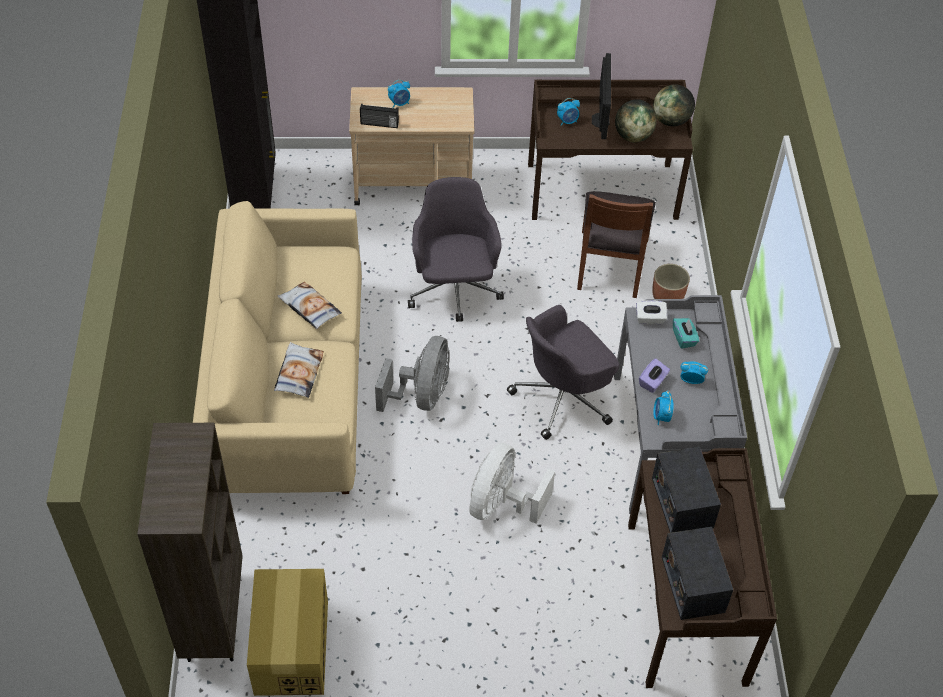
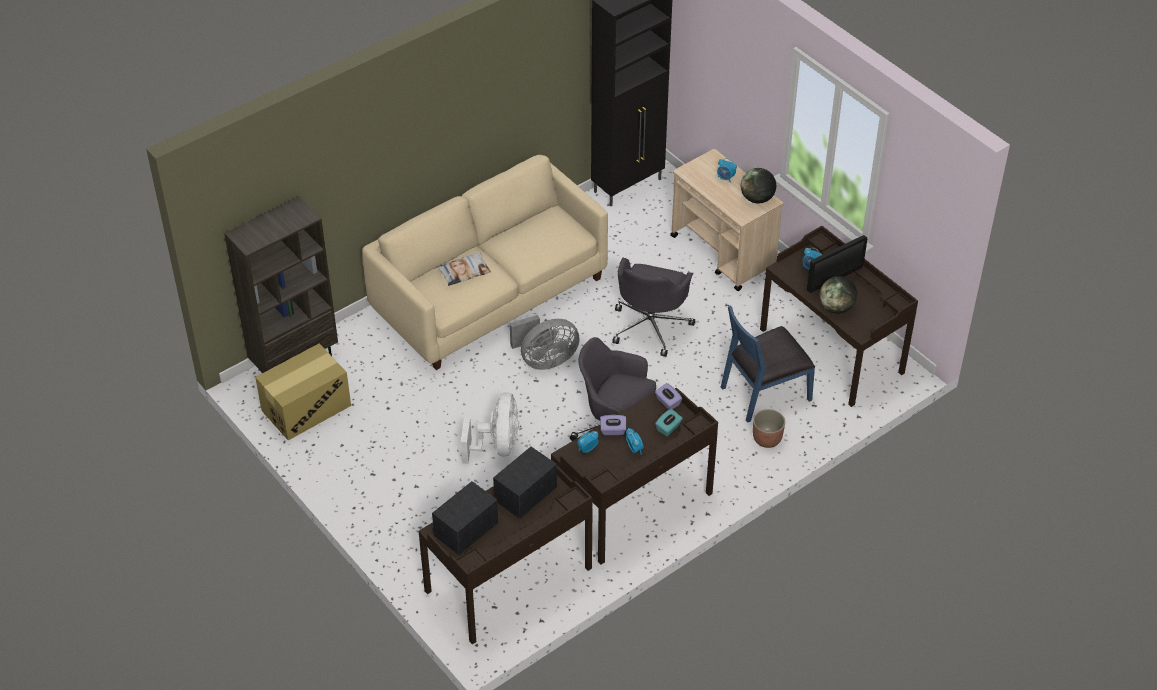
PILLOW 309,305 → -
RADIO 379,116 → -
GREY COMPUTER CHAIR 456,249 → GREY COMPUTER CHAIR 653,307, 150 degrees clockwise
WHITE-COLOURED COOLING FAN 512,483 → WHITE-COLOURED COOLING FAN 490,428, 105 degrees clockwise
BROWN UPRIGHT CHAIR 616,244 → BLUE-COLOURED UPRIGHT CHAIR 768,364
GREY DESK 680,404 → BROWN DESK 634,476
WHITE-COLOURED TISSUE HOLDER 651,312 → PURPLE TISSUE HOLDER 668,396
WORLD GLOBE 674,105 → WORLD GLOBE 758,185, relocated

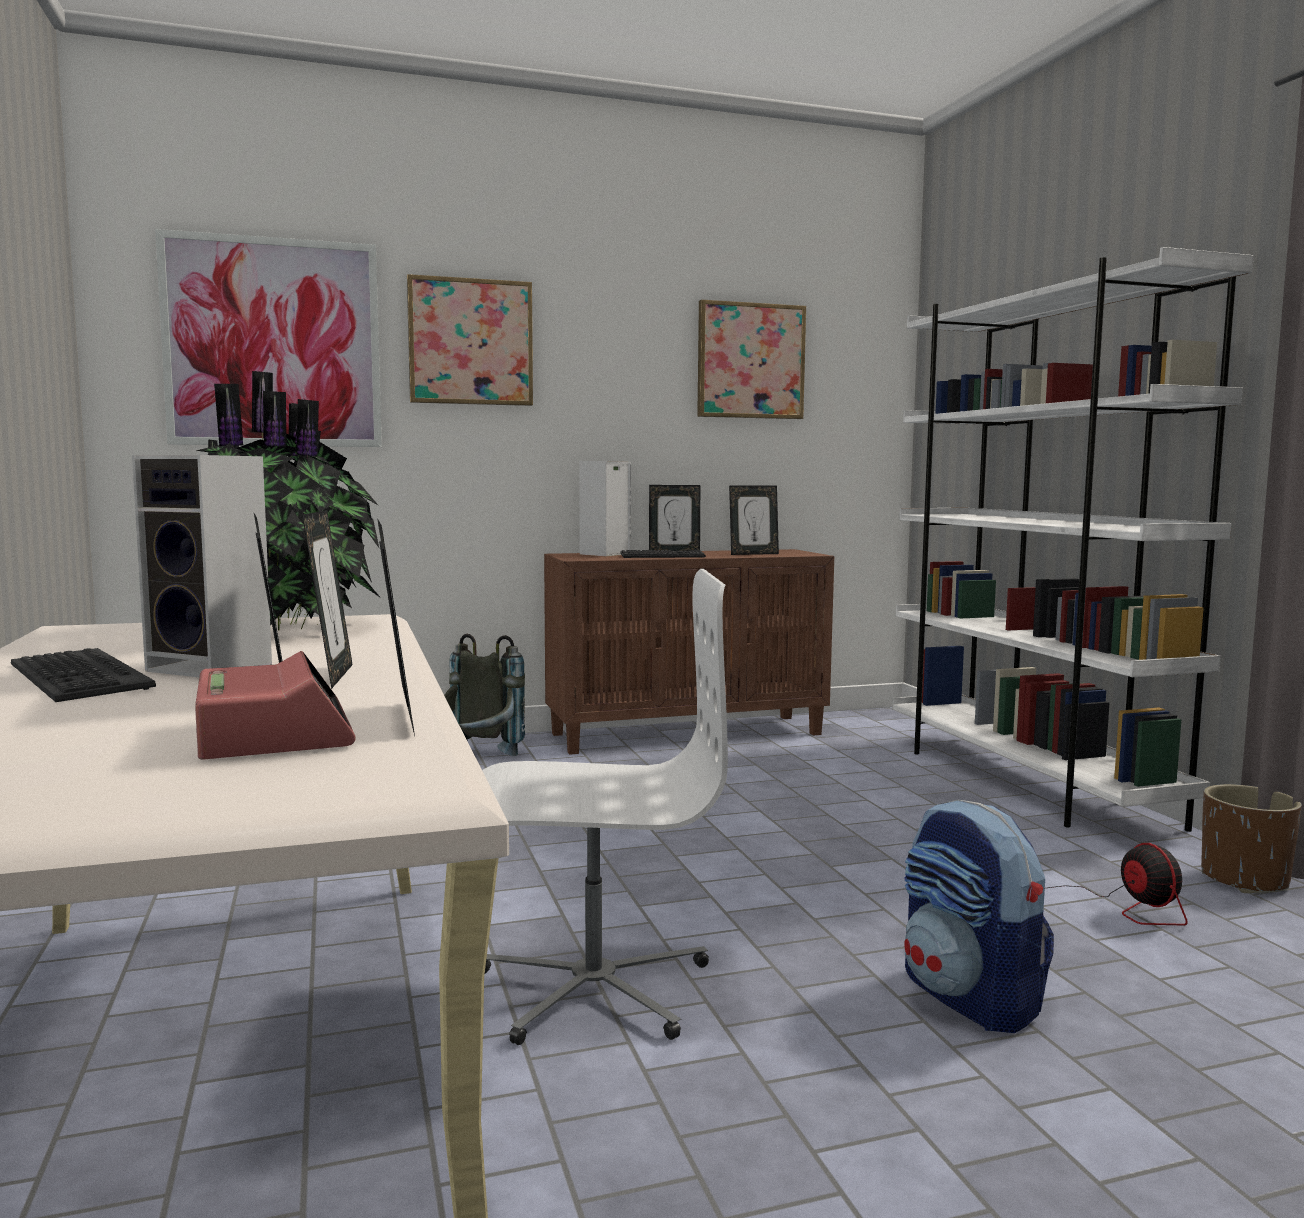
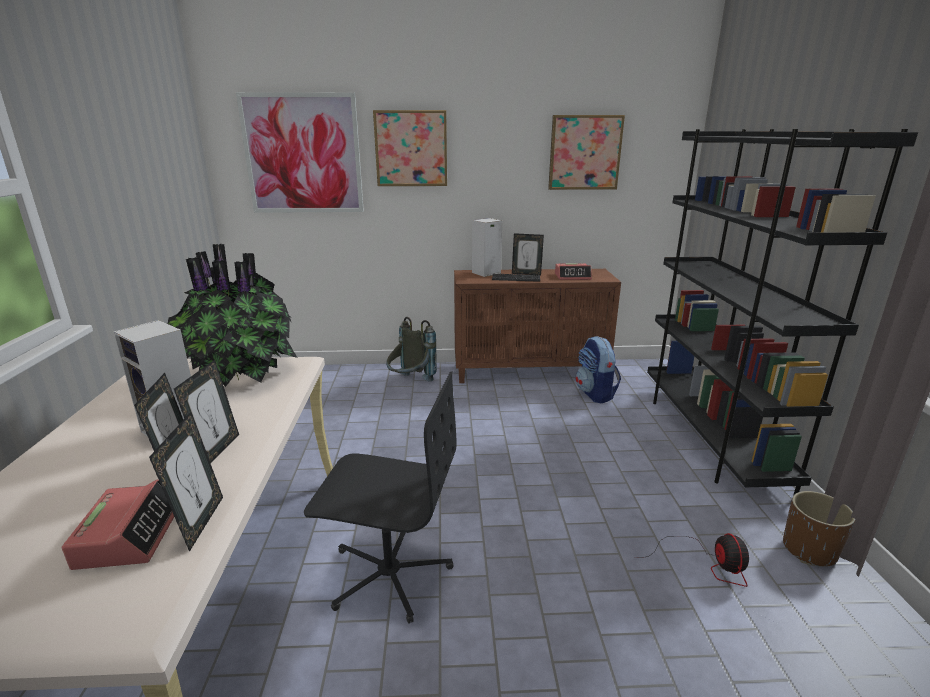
COMPUTER KEYBOARD 83,675 → -
WHITE-COLOURED COMPUTER CHAIR 605,807 → BLACKISH COMPUTER CHAIR 380,497
PICTURE FRAME 754,520 → ALARM CLOCK 573,271
WHITE-COLOURED BOOKCASE 1073,539 → BLACKISH BOOKCASE 782,311
BACKPACK 979,916 → BACKPACK 598,369, relocated

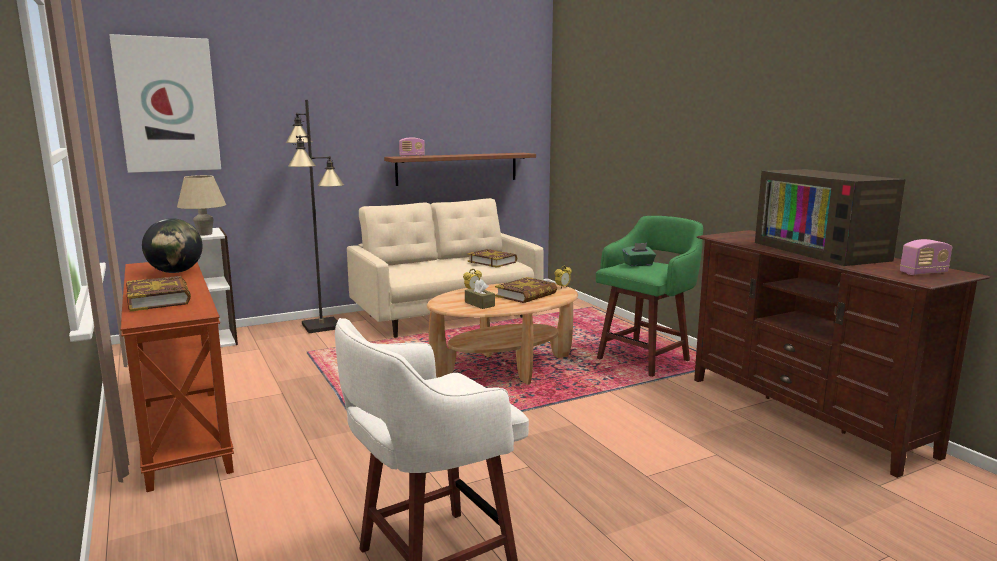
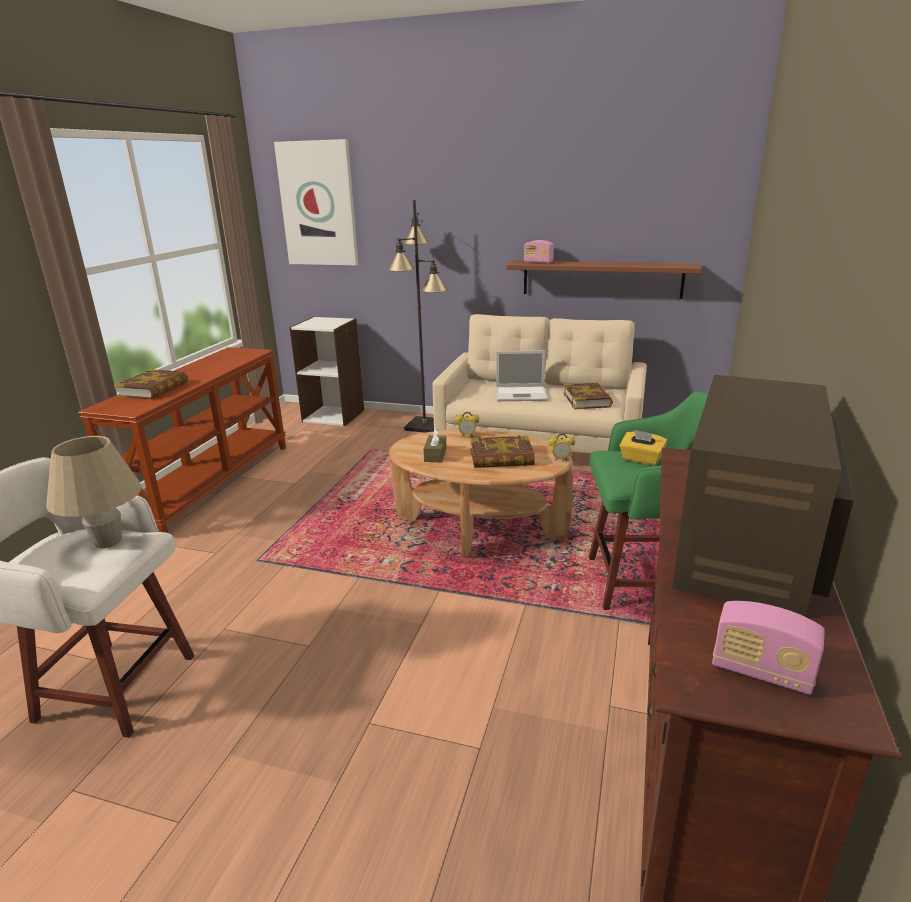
WORLD GLOBE 172,245 → -
BEIGE-COLOURED LAMP FOR A TABLE 201,205 → BEIGE-COLOURED LAMP FOR A TABLE 94,492, relocated
GREENISH TISSUE HOLDER 639,254 → YELLOW TISSUE HOLDER 643,447
- → NOTEBOOK COMPUTER 522,376

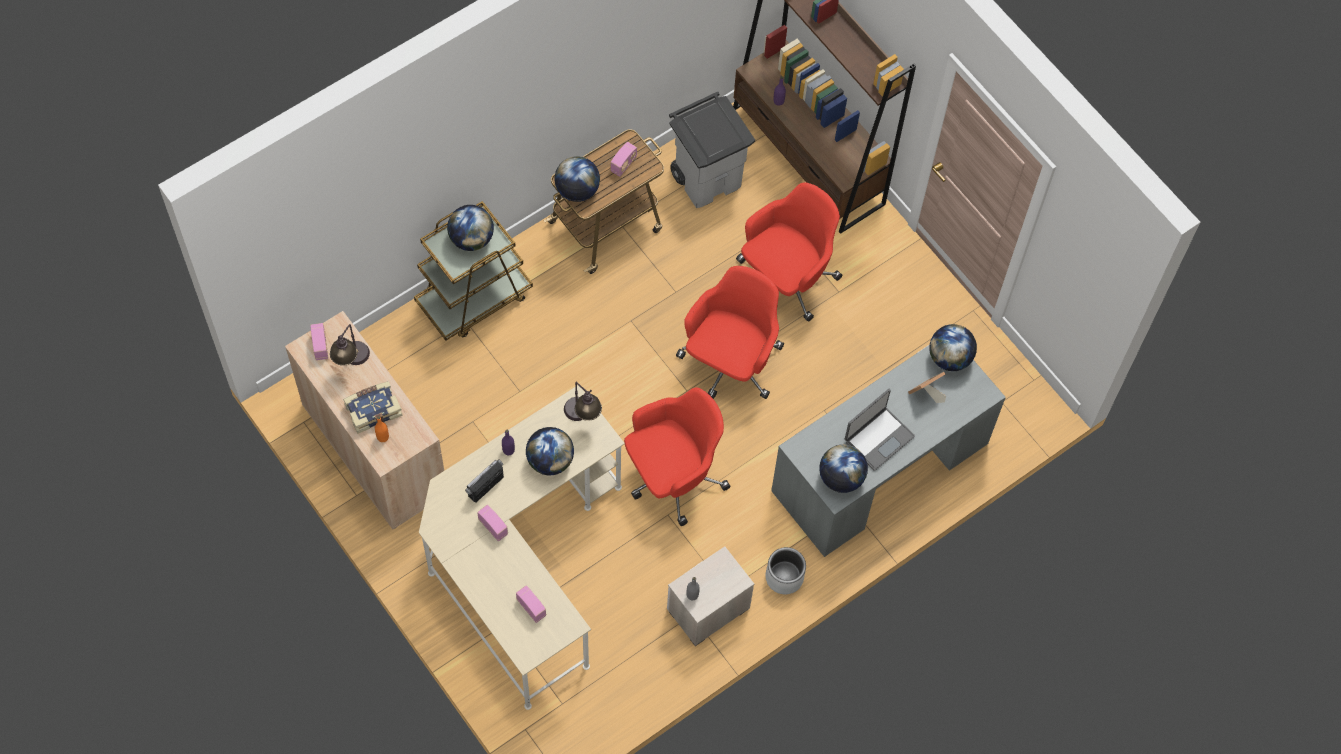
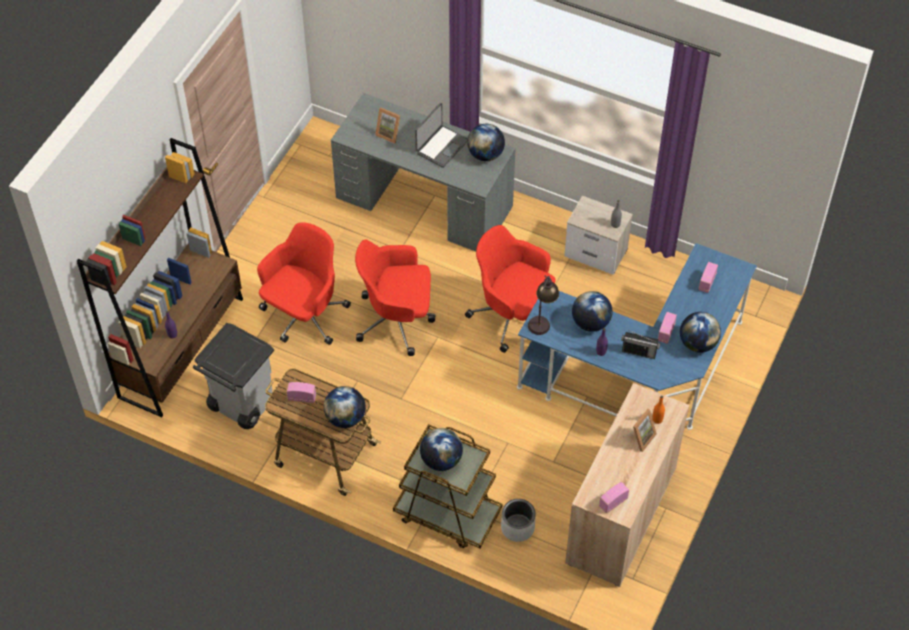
LAMP FOR A TABLE 350,345 → -
BOUND BOOK 373,407 → PICTURE FRAME 640,430
BEIGE-COLOURED DESK 522,547 → BLUE-COLOURED DESK 637,336
RED-COLOURED COMPUTER CHAIR 789,252 → RED-COLOURED COMPUTER CHAIR 304,283, 105 degrees clockwise
GREY PLANT POT 786,570 → GREY PLANT POT 518,520, relocated
NOTEBOOK COMPUTER 880,430 → NOTEBOOK COMPUTER 441,135, 105 degrees clockwise
WORLD GLOBE 953,347 → WORLD GLOBE 700,332, relocated

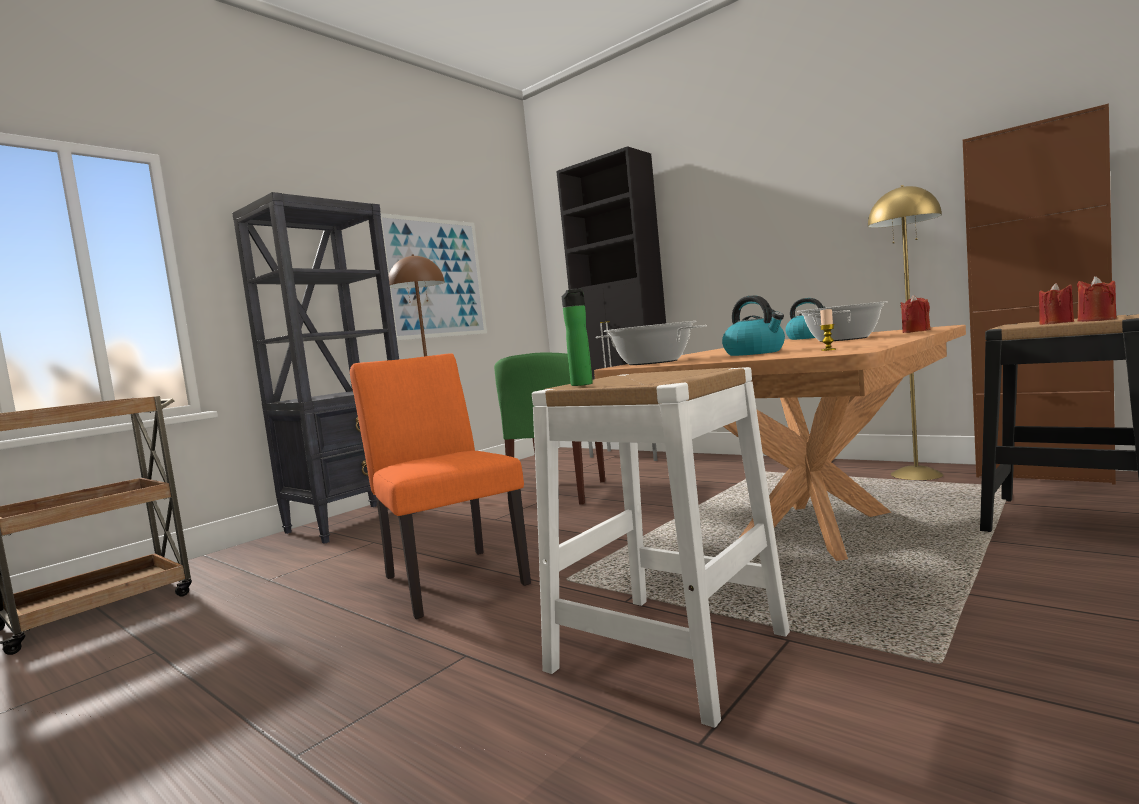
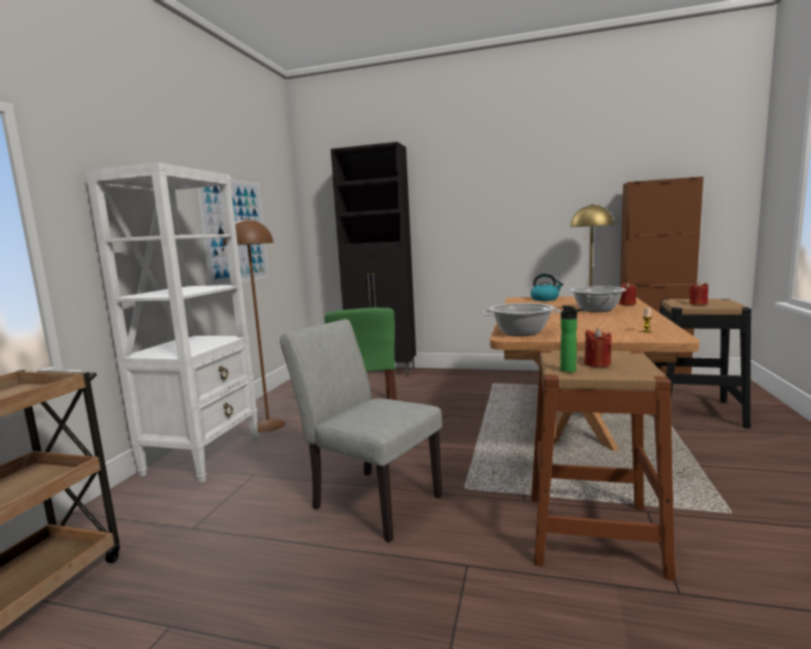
BLACKISH BOOKCASE 324,368 → WHITE-COLOURED BOOKCASE 172,322
ORANGE-COLOURED UPRIGHT CHAIR 440,486 → GREY UPRIGHT CHAIR 361,431
WHITE-COLOURED STOOL 661,547 → BROWN STOOL 603,465
TEA KETTLE 753,325 → -
RED-COLOURED CANDLE 1096,299 → RED-COLOURED CANDLE 598,347, relocated

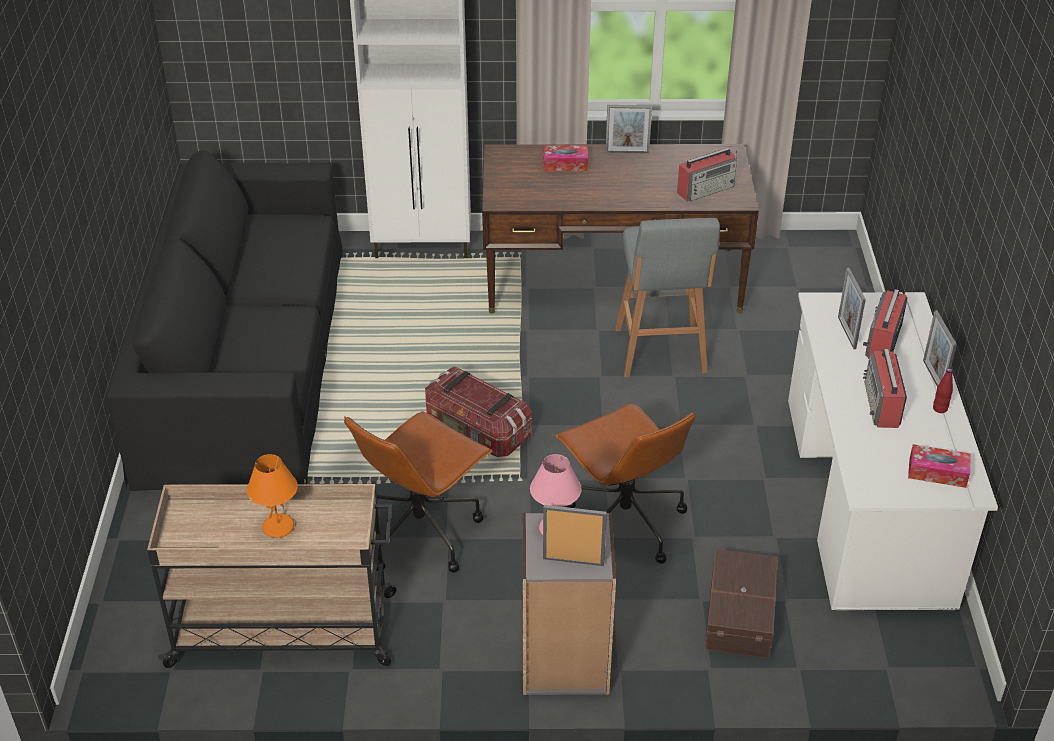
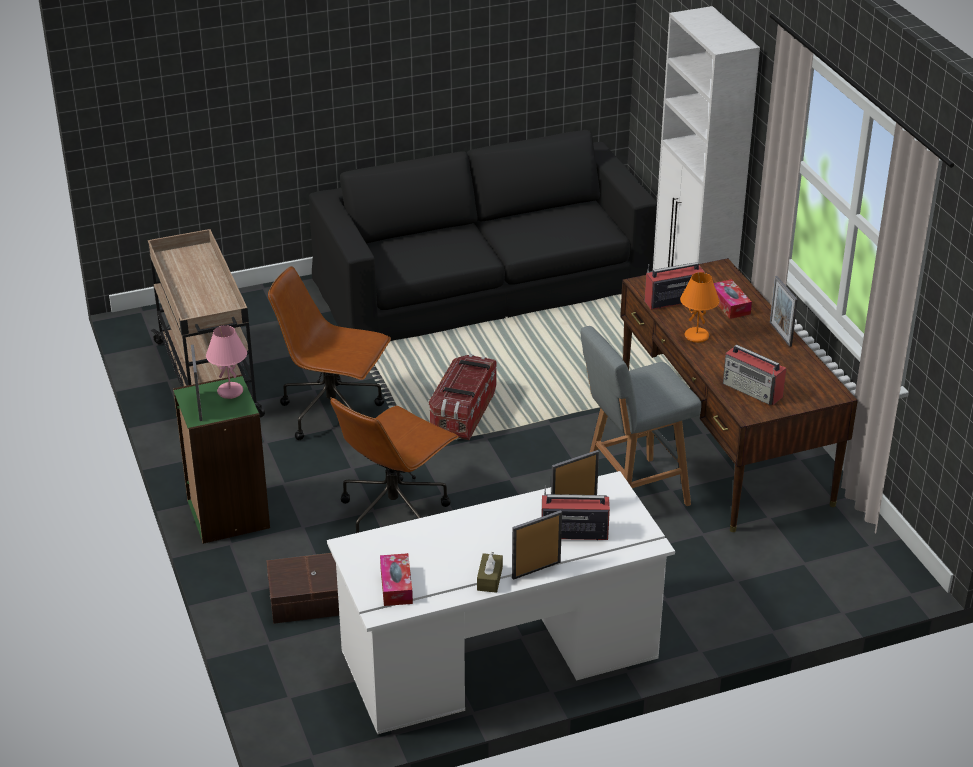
ORANGE-COLOURED LAMP FOR A TABLE 272,496 → ORANGE-COLOURED LAMP FOR A TABLE 699,307, relocated
GREY BOOKCASE 569,604 → GREENISH BOOKCASE 221,459
RADIO 885,388 → RADIO 675,286, relocated
RED-COLOURED BOTTLE 943,390 → BROWN TISSUE HOLDER 490,572

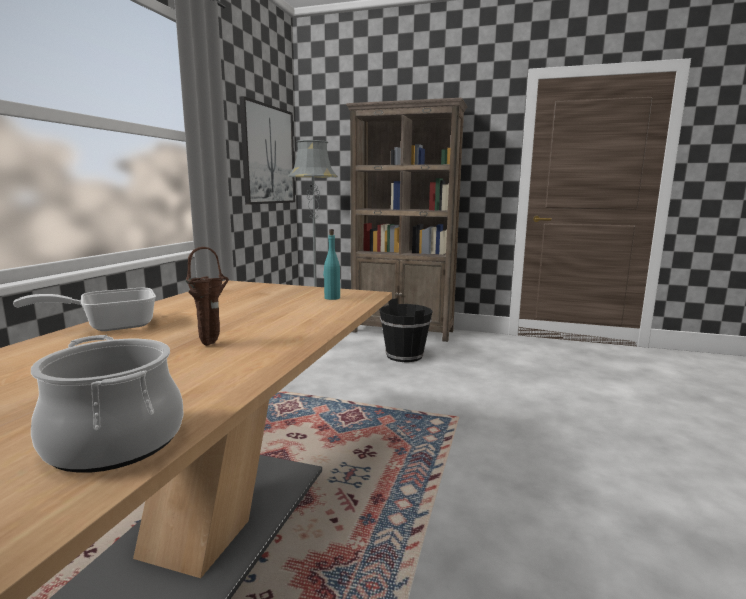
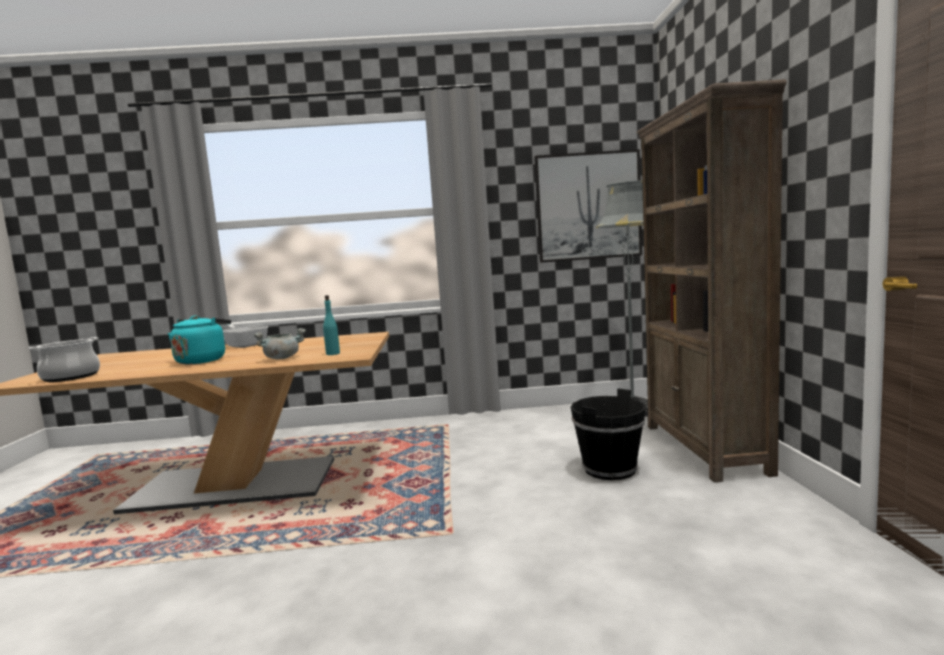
BROWN FLOWER VASE 207,296 → TURQUOISE-COLOURED TEA KETTLE 199,340
- → GREY STOCKPOT 279,343

